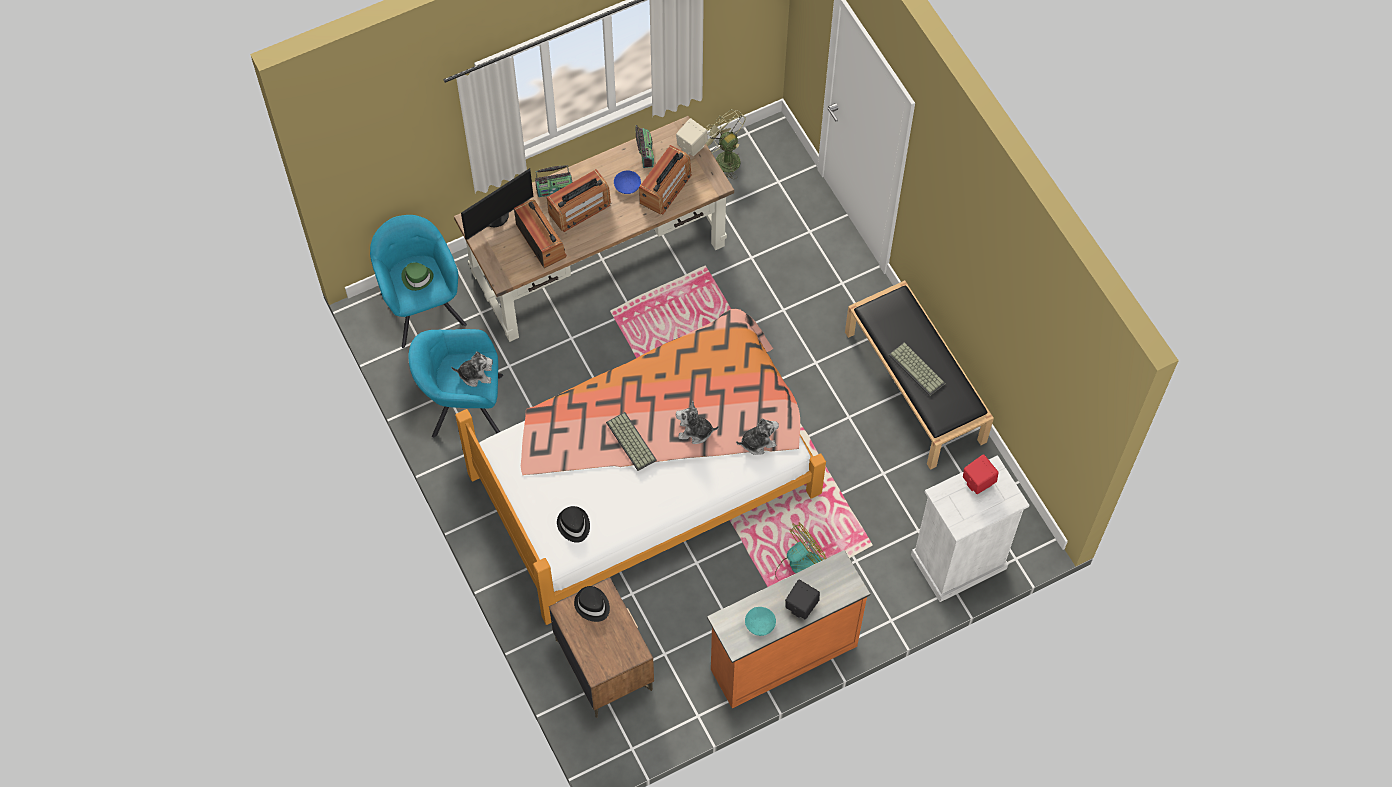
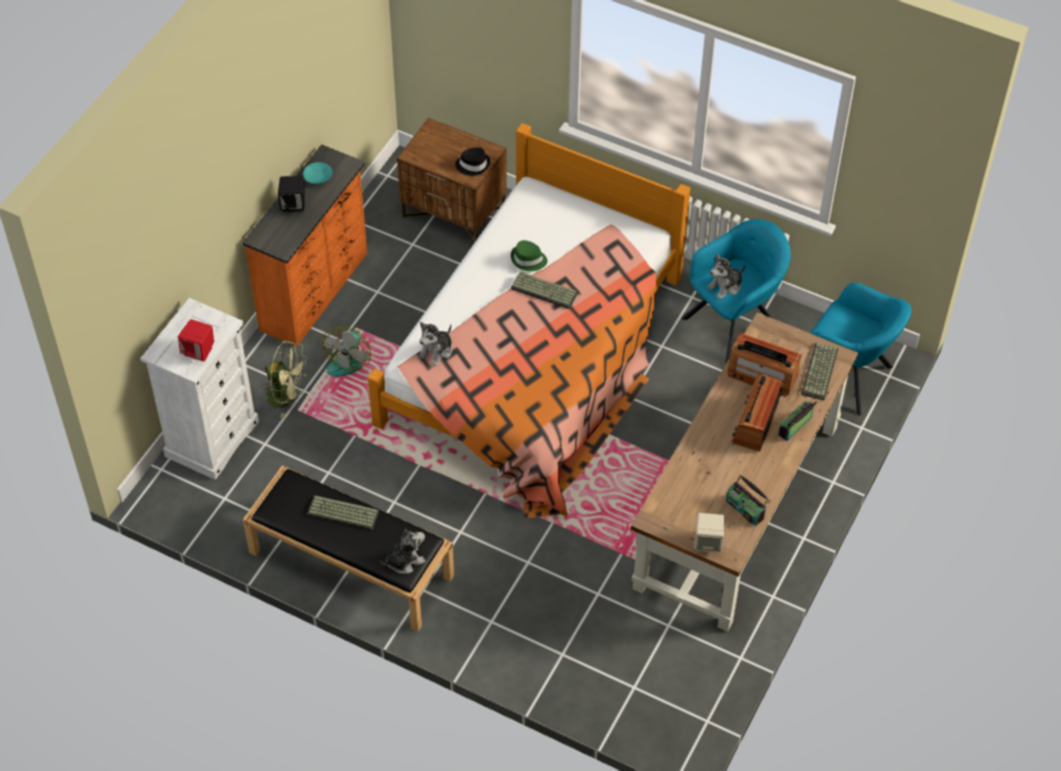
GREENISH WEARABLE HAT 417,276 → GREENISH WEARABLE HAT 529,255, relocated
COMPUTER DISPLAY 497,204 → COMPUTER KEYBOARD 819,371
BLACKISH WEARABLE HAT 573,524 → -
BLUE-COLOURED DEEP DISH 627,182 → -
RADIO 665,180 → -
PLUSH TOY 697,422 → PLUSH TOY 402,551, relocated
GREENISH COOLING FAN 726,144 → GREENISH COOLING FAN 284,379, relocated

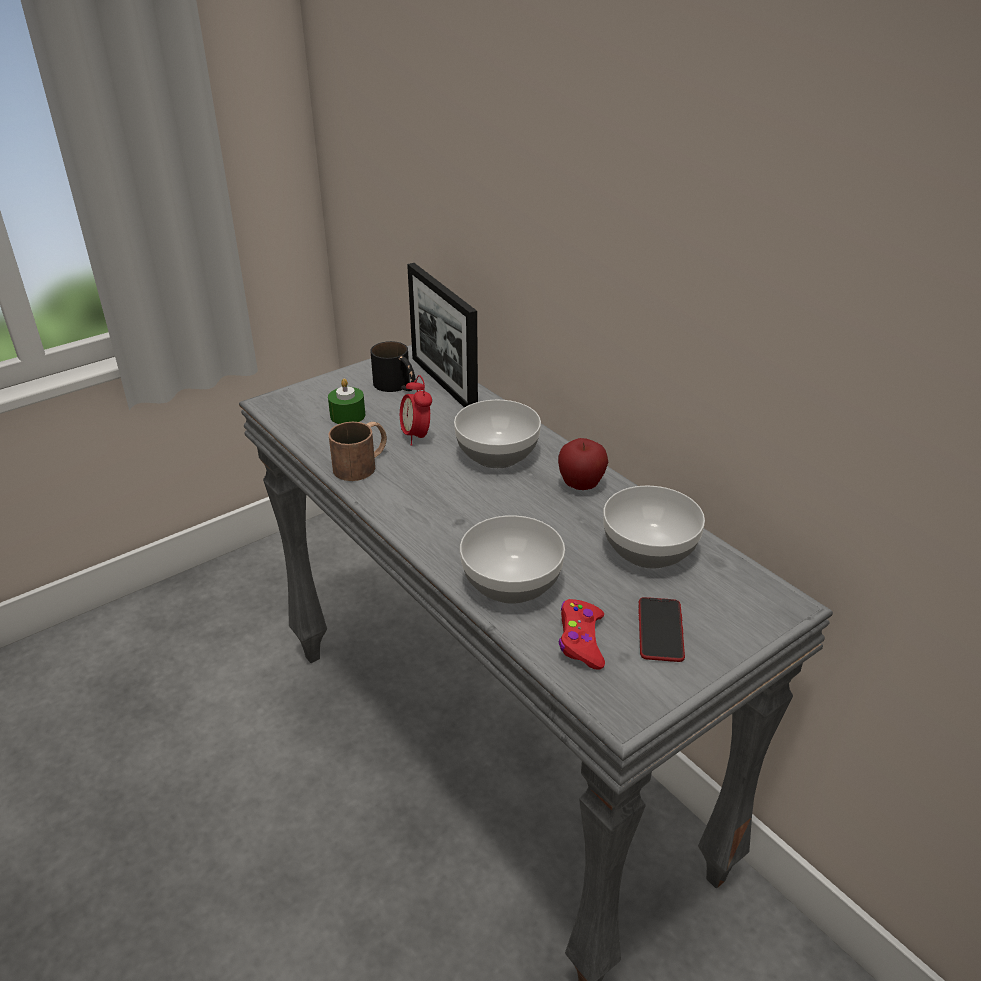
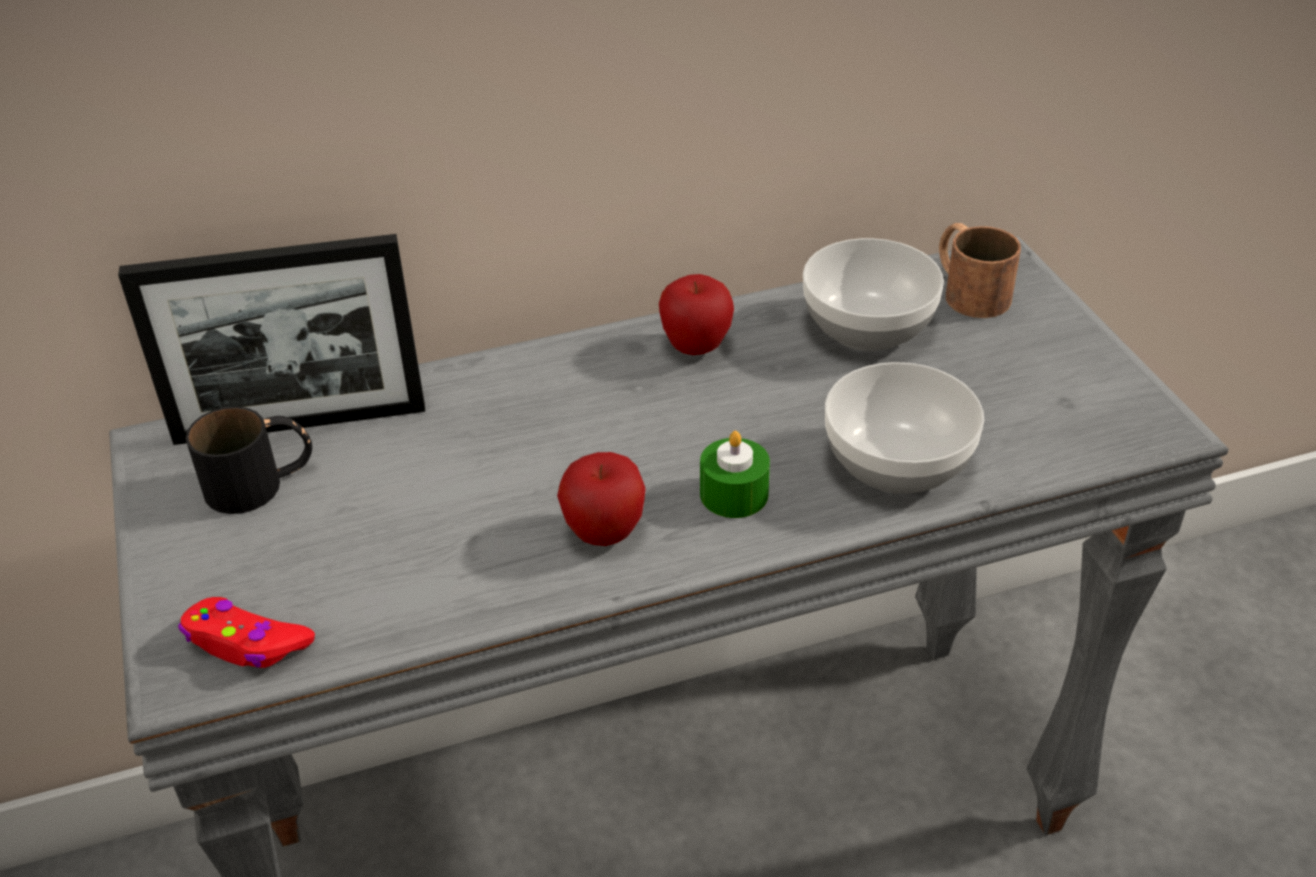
GREENISH CANDLE 346,401 → GREENISH CANDLE 735,474, relocated
BROWN MUG 357,451 → BROWN MUG 980,270, relocated
ALARM CLOCK 416,410 → -
DEEP DISH 497,434 → -
RED-COLOURED JOYPAD 582,634 → RED-COLOURED JOYPAD 246,632, relocated
HANDSET 661,629 → -
- → WHOLE APPLE 601,499

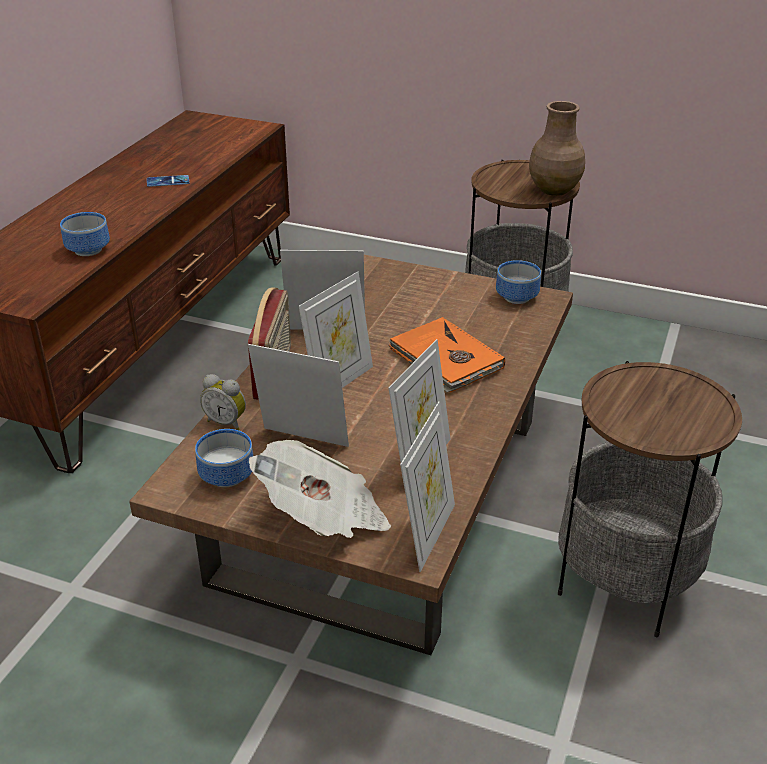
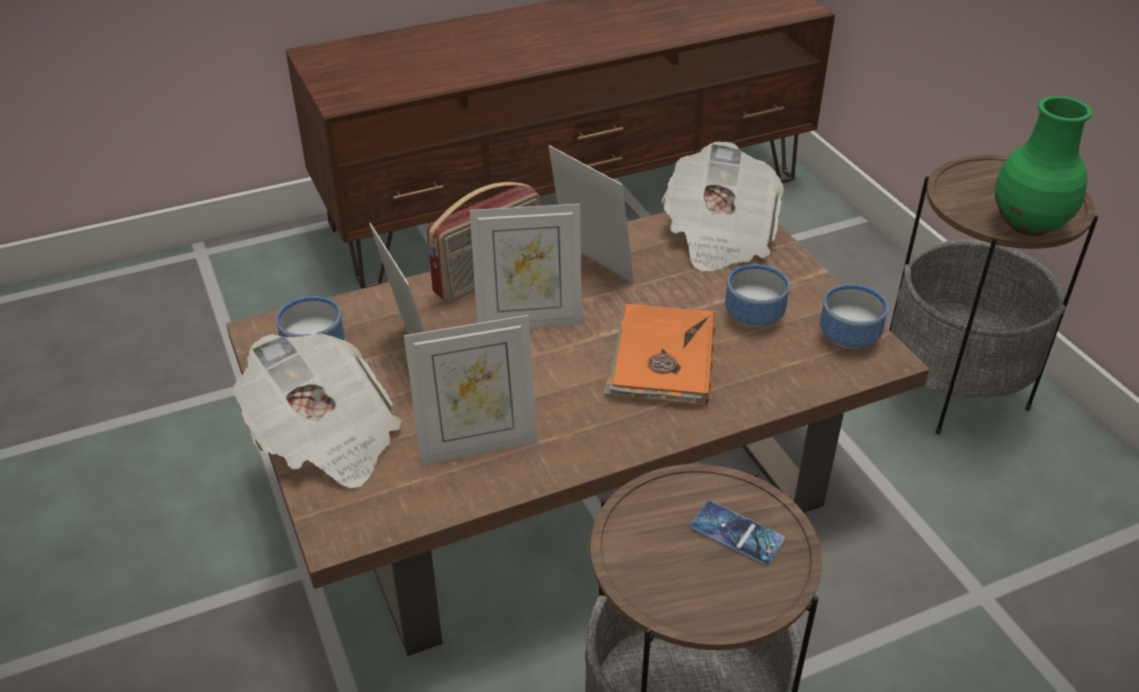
DEEP DISH 85,234 → DEEP DISH 757,296, relocated
HANDSET 168,181 → HANDSET 737,533, relocated
ALARM CLOCK 223,402 → -
PICTURE FRAME 427,486 → -
BROWN FLOWER VASE 557,148 → GREENISH FLOWER VASE 1043,166
- → PRINTED PAPER 723,206

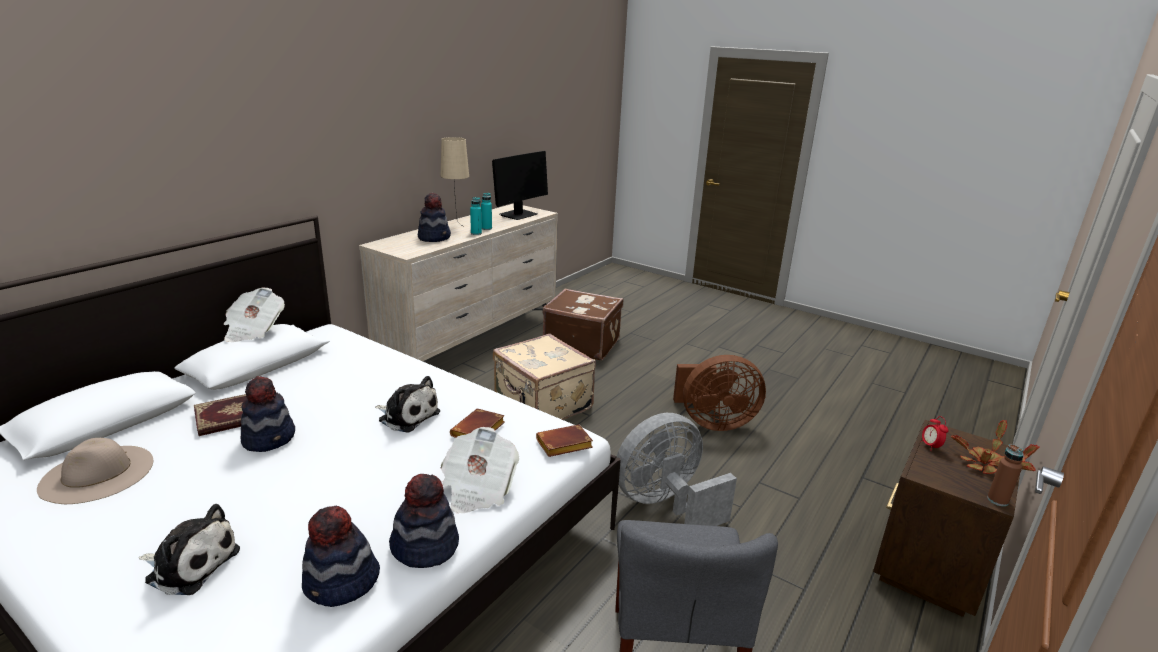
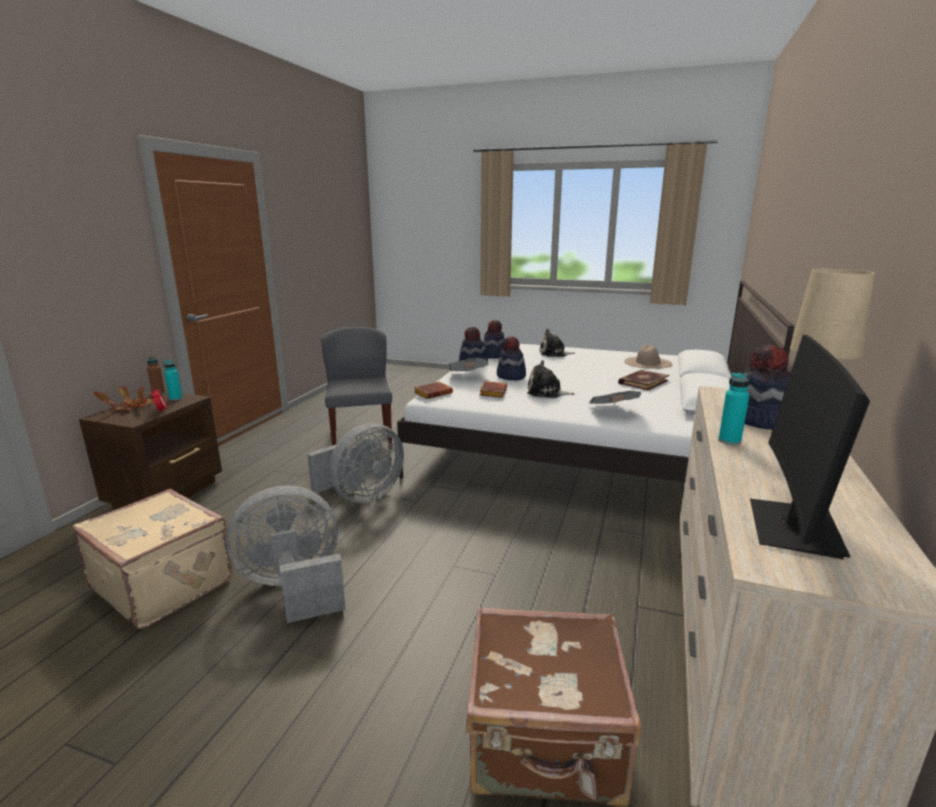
PRINTED PAPER 254,315 → PRINTED PAPER 615,397, relocated
WEARABLE HAT 267,414 → WEARABLE HAT 511,358, relocated
TURQUOISE-COLOURED BOTTLE 486,211 → TURQUOISE-COLOURED BOTTLE 173,380, relocated
BEIGE-COLOURED SUITCASE 544,377 → BEIGE-COLOURED SUITCASE 152,559, relocated
BROWN COOLING FAN 719,393 → GREY COOLING FAN 286,554

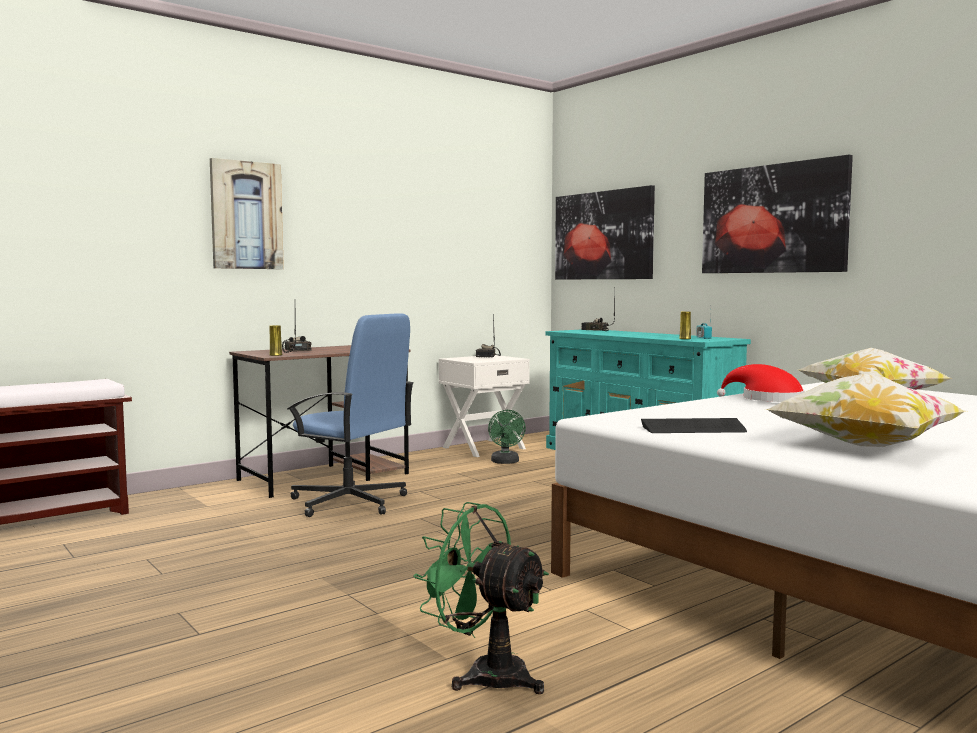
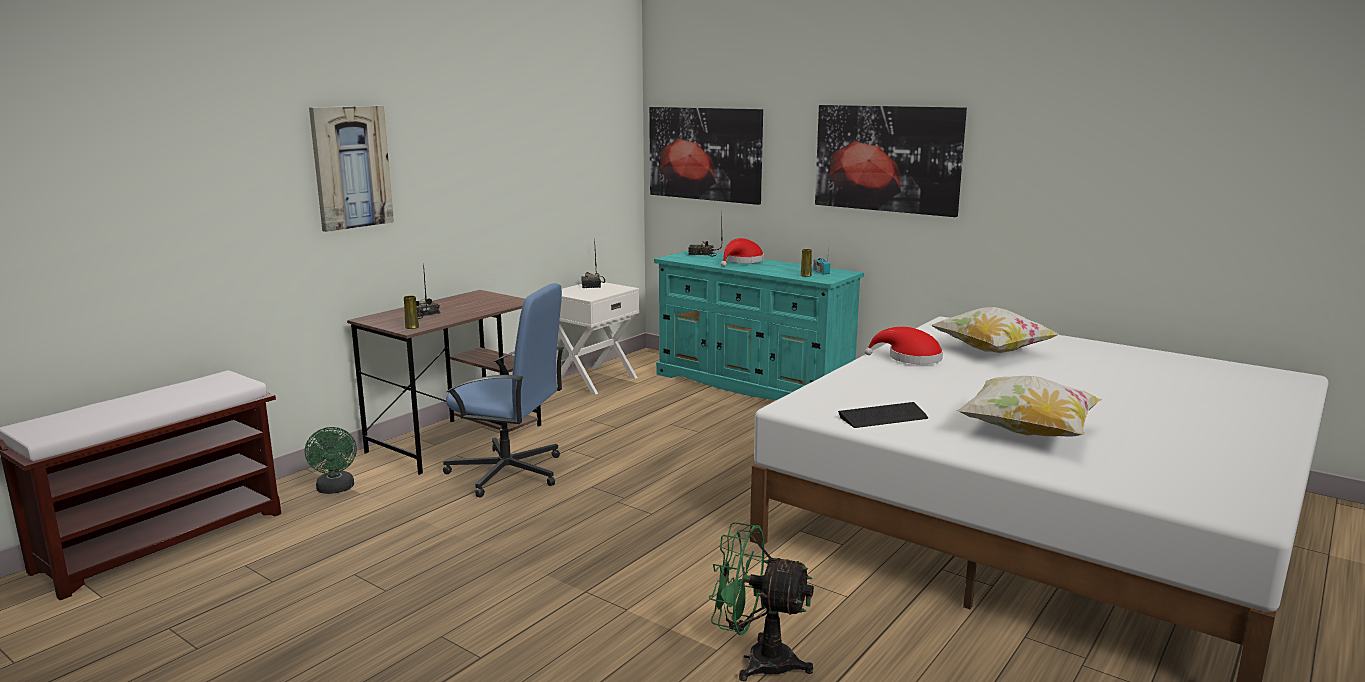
GREENISH COOLING FAN 507,437 → GREENISH COOLING FAN 331,460, relocated
- → RED-COLOURED WEARABLE HAT 742,252

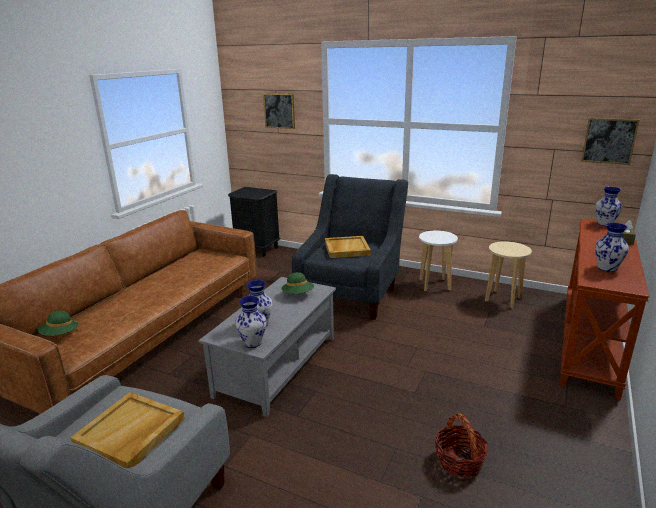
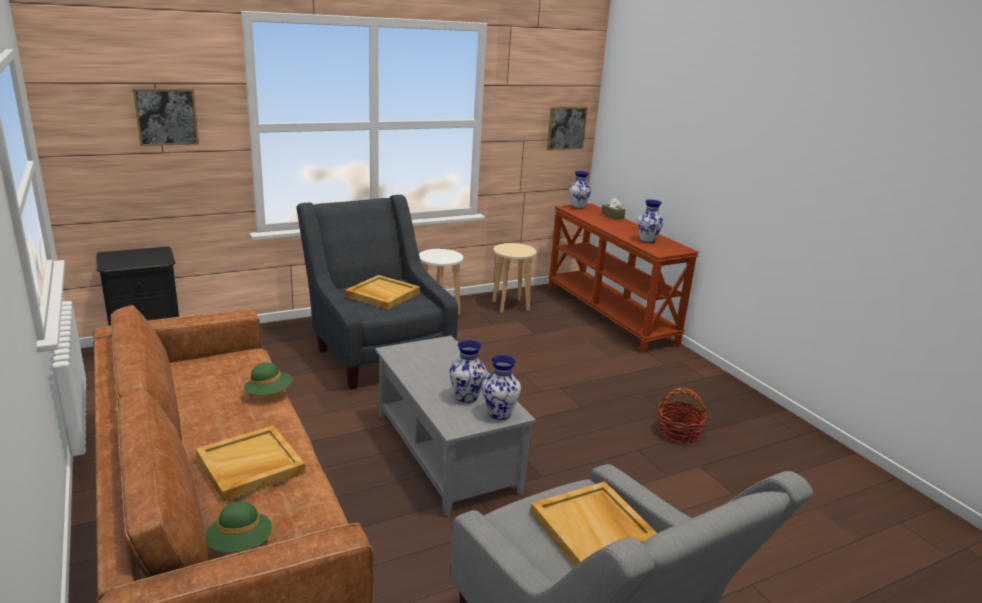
GREENISH WEARABLE HAT 297,283 → GREENISH WEARABLE HAT 268,378, relocated
- → BEIGE-COLOURED TRAY 251,463

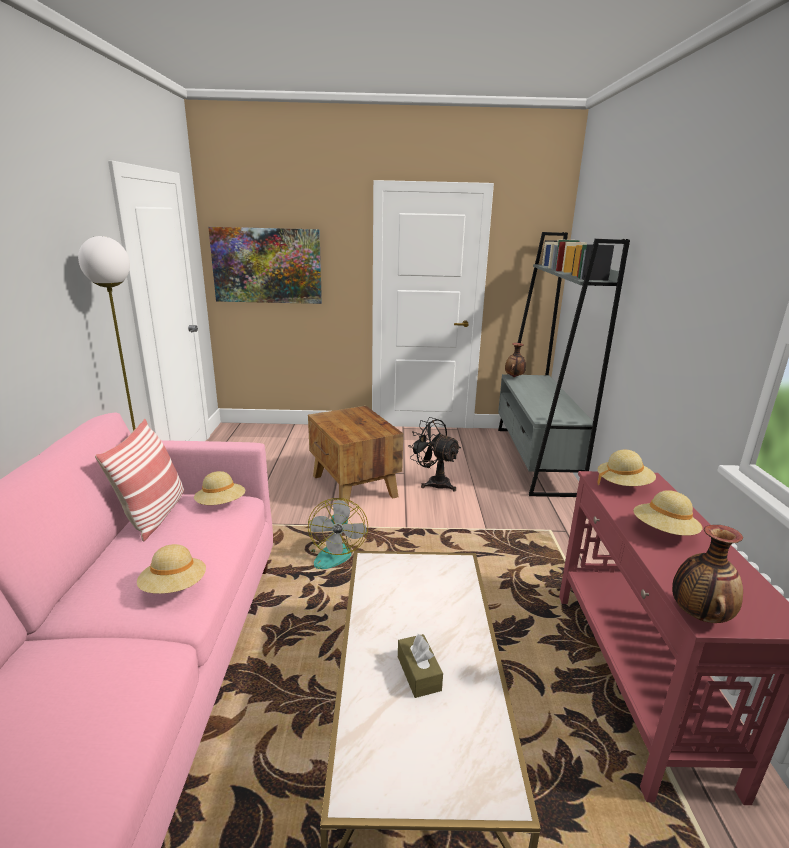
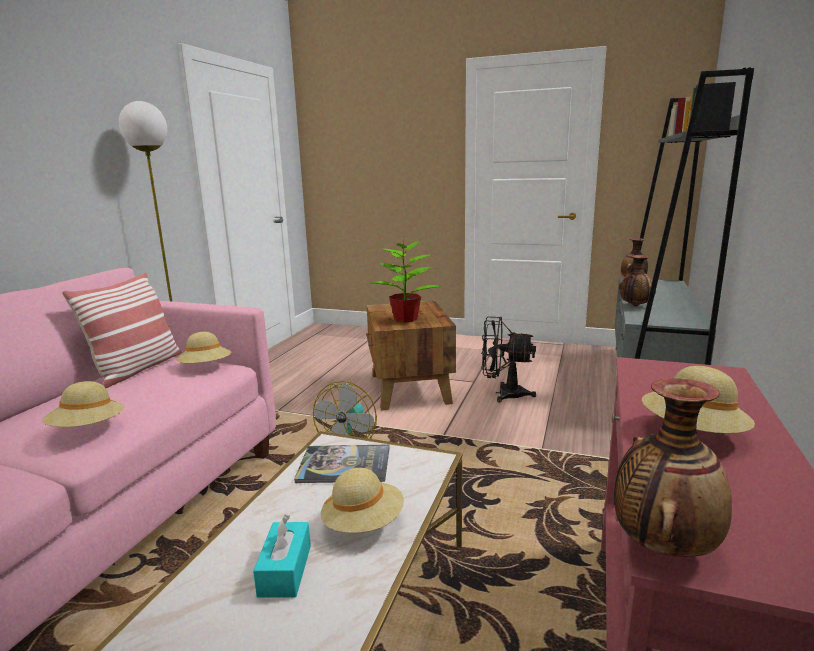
PICTURE 265,265 → -
BROWN TISSUE HOLDER 420,666 → TURQUOISE-COLOURED TISSUE HOLDER 282,556
BLACKISH COOLING FAN 434,454 → BLACKISH COOLING FAN 508,359, 45 degrees counterclockwise
BEIGE-COLOURED WEARABLE HAT 626,468 → BEIGE-COLOURED WEARABLE HAT 362,500, relocated
- → BOUND BOOK 342,463
- → HOUSEPLANT 405,280
- → FLOWER VASE 637,280

